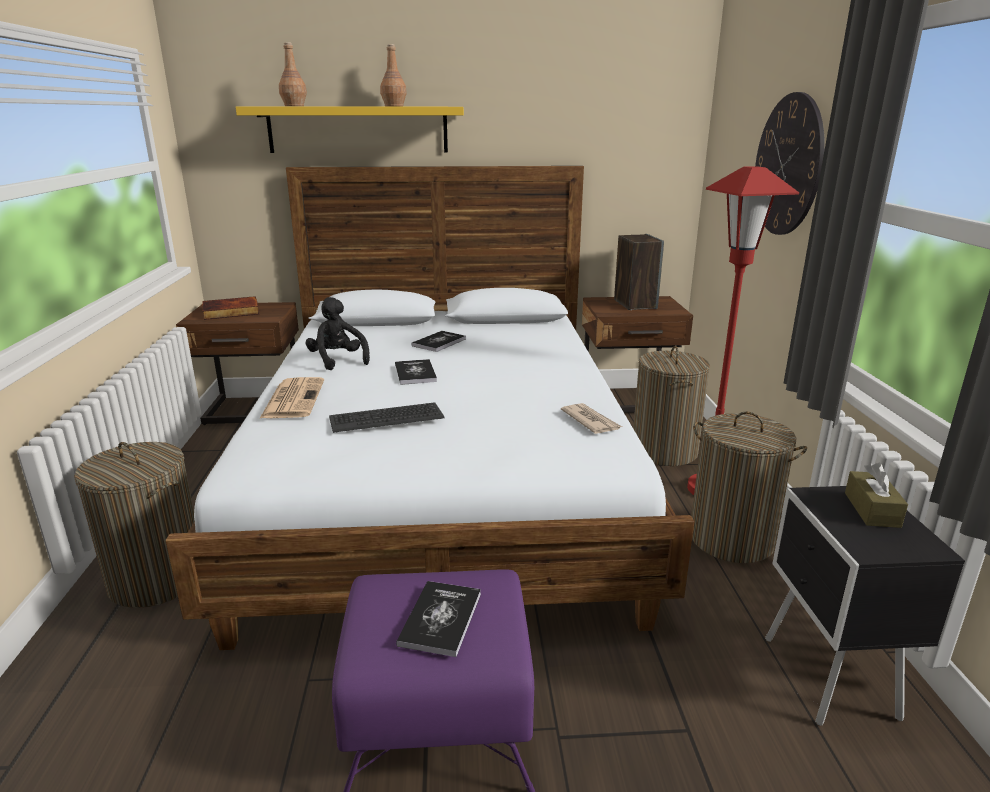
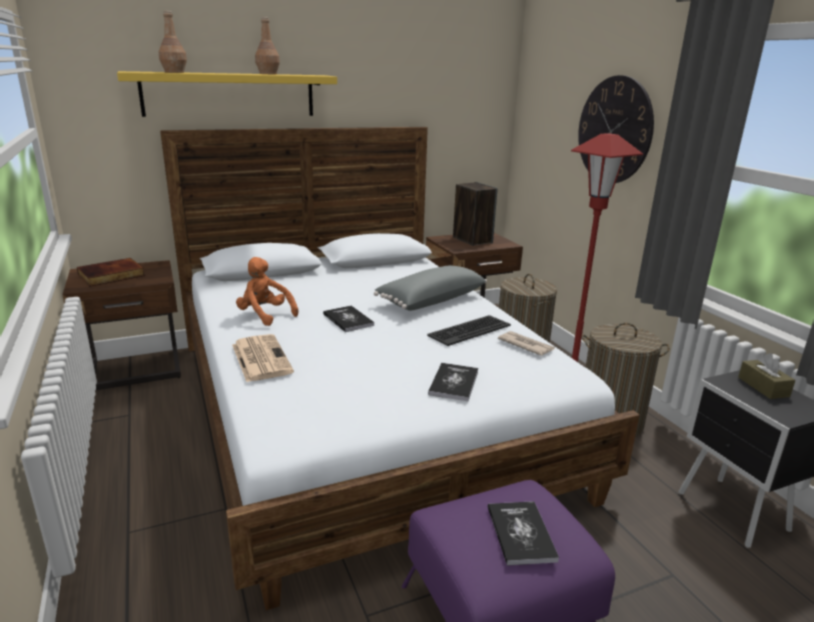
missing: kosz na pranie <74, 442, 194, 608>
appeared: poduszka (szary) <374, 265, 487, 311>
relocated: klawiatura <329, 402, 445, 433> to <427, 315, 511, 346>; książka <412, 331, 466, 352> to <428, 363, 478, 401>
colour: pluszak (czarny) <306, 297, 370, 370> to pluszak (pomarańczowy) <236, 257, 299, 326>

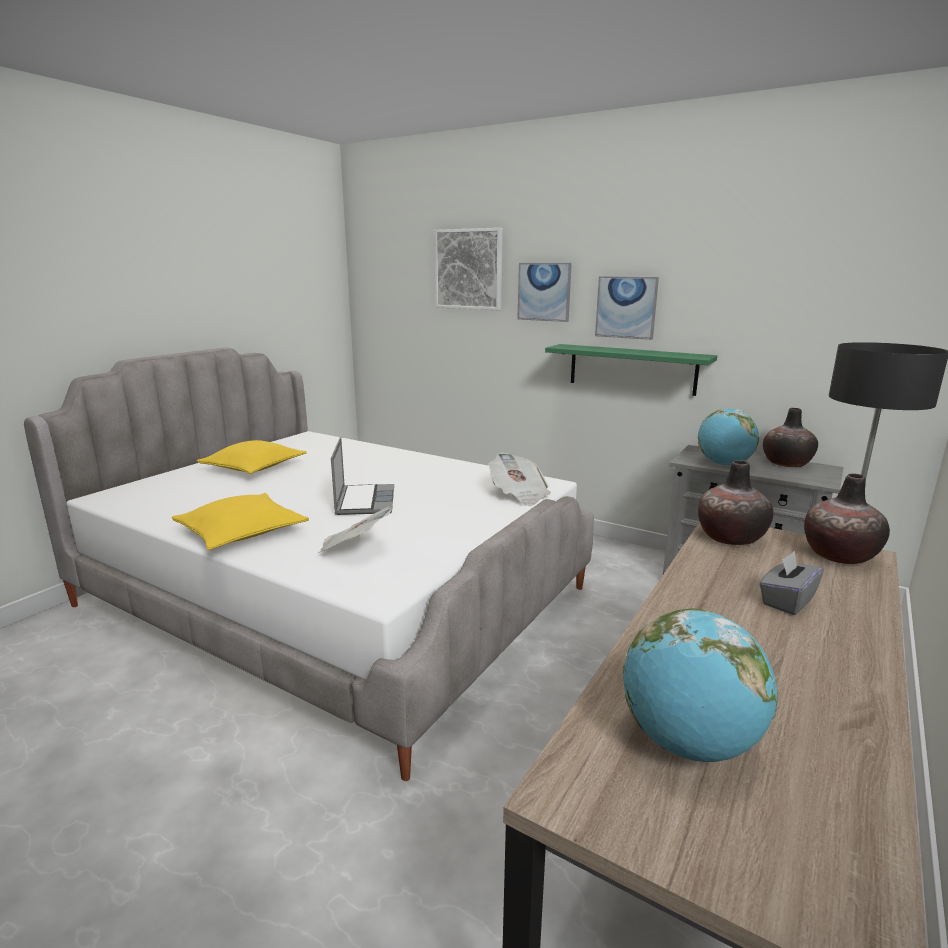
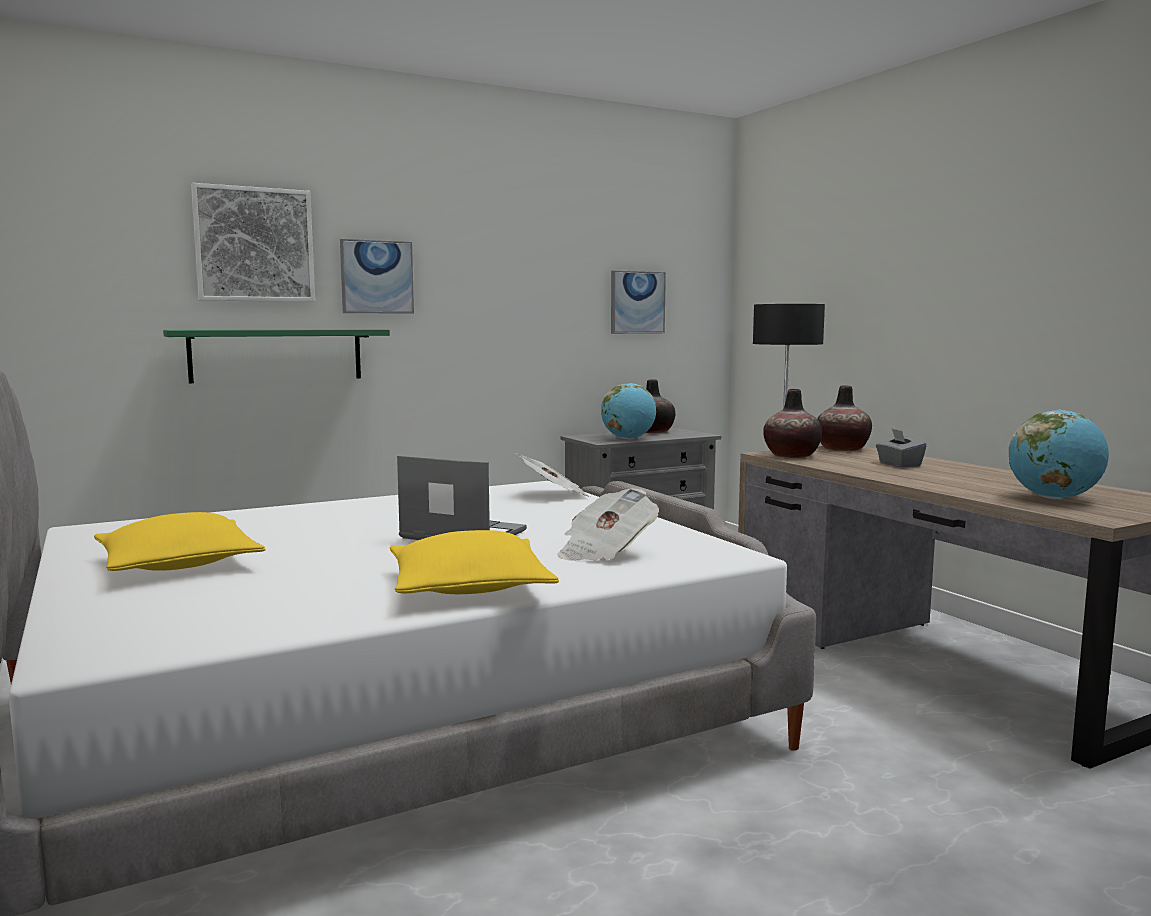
relocated: półka (zielony) <545, 344, 717, 396> to <163, 329, 390, 383>; obraz <595, 276, 659, 340> to <611, 271, 666, 334>

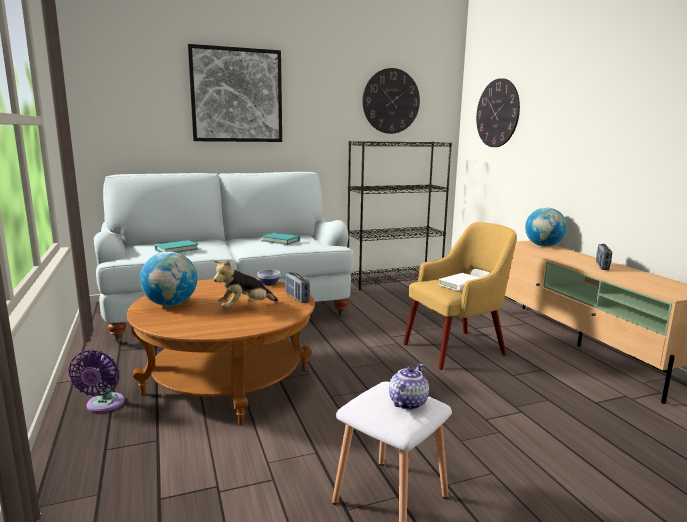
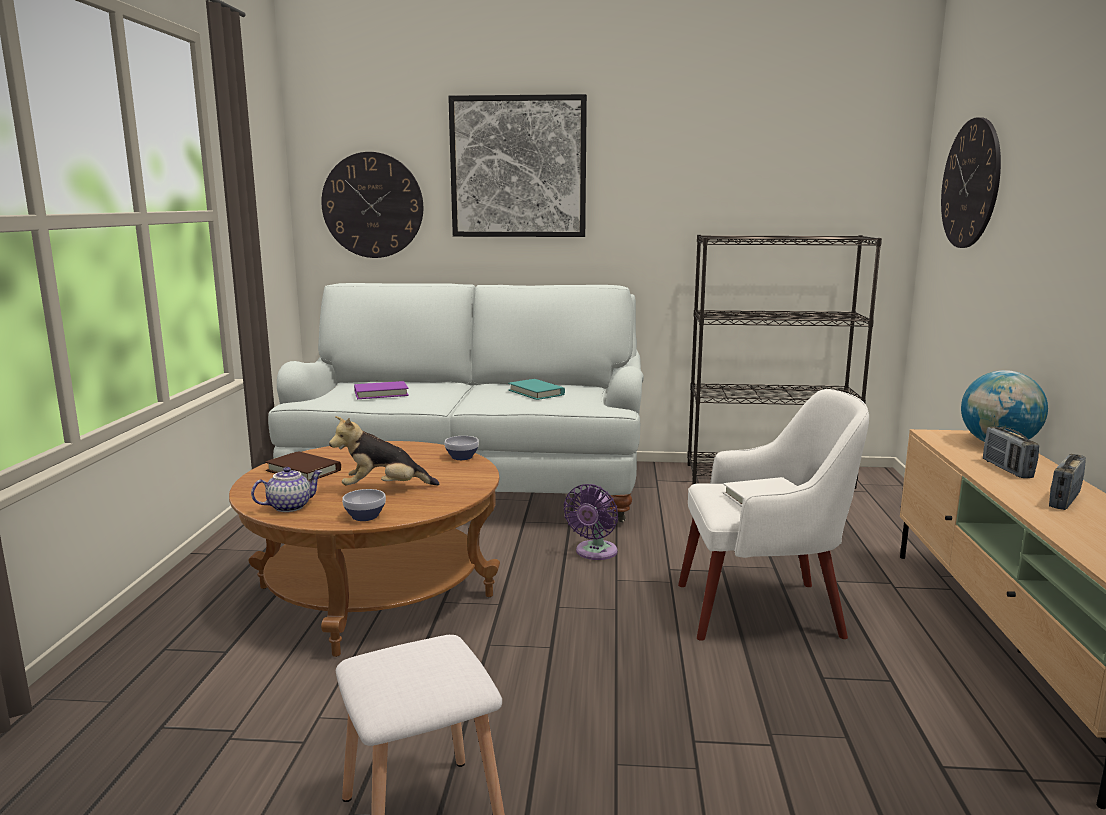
appeared: miska <342, 489, 386, 521>
relocated: wentylator (fioletowy) <68, 350, 125, 413> to <563, 484, 618, 560>; radio <285, 272, 310, 303> to <983, 427, 1039, 478>; zegar ścienny <362, 68, 420, 134> to <321, 152, 423, 258>; imbryk <389, 364, 429, 410> to <251, 467, 323, 512>
exchanged: globus <140, 252, 197, 306> to książka (brązowy) <265, 451, 341, 481>
colour: książka (turkusowy) <155, 240, 198, 253> to książka (fioletowy) <354, 381, 409, 399>; fotel (żółty) <403, 222, 517, 370> to fotel (biały) <678, 389, 869, 641>

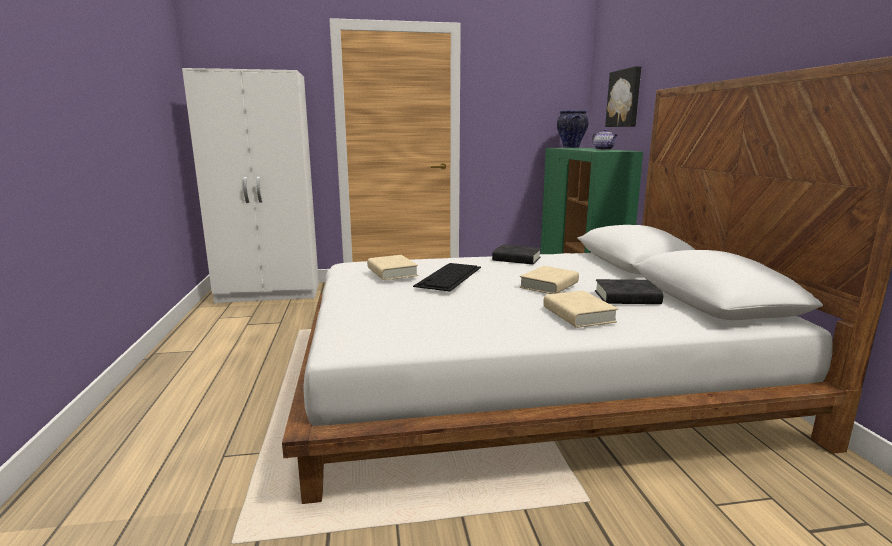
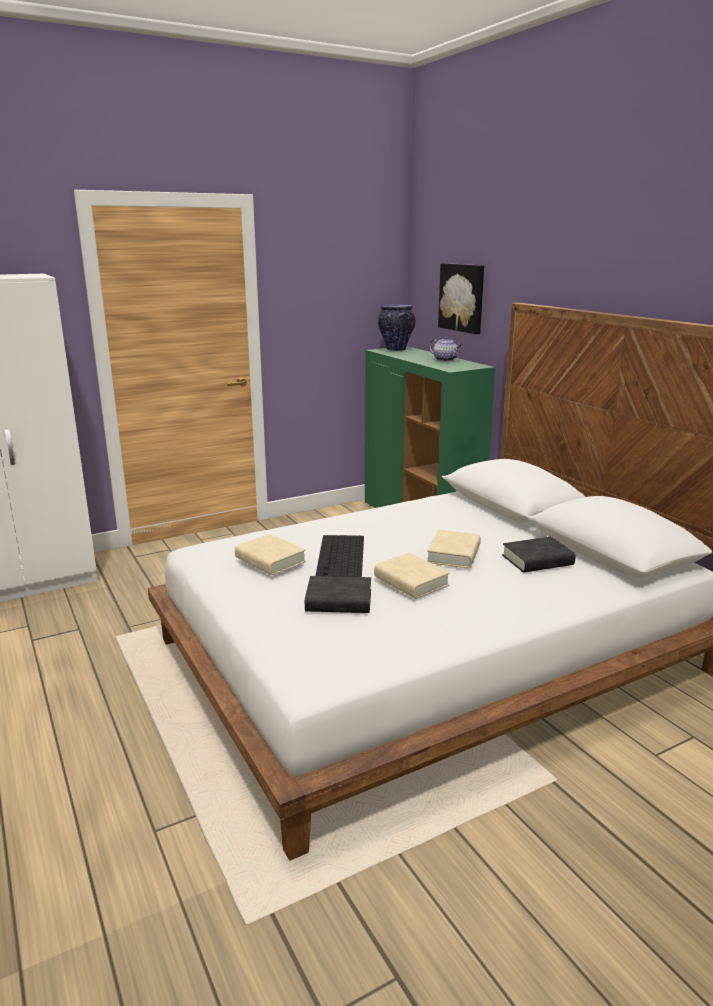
relocated: książka (czarny) <492, 245, 541, 264> to <305, 576, 371, 613>; książka (beżowy) <543, 291, 618, 328> to <374, 553, 450, 599>

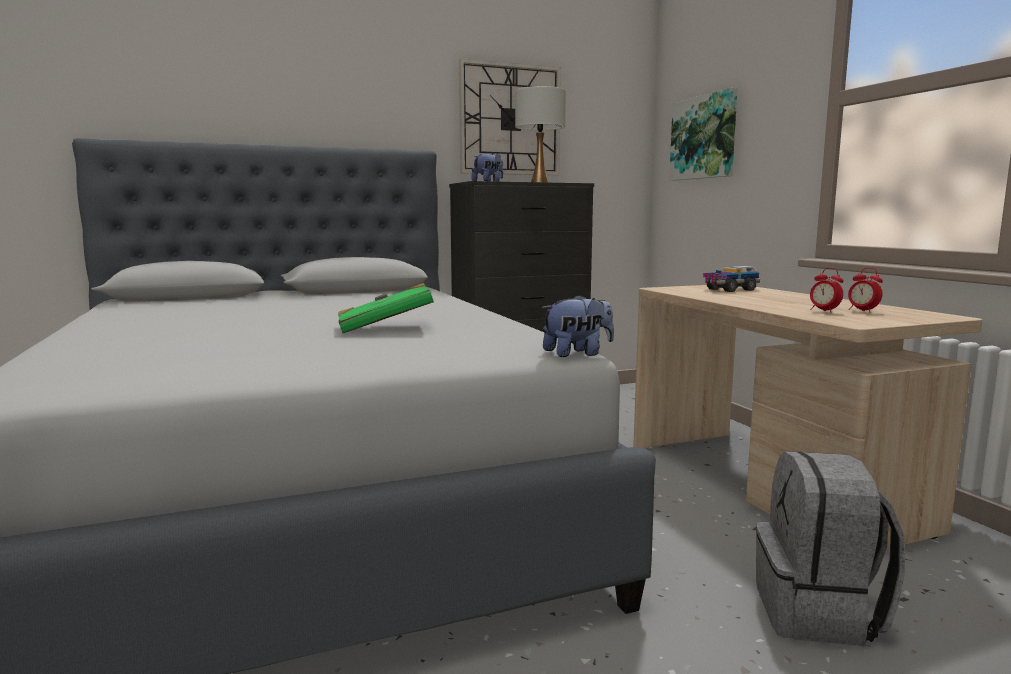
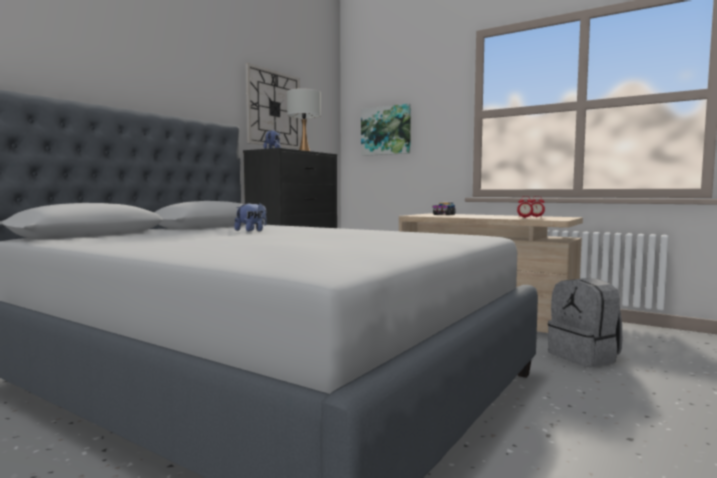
missing: książka (zielony) <338, 283, 434, 333>
relocated: pluszak <542, 294, 614, 357> to <234, 202, 267, 231>

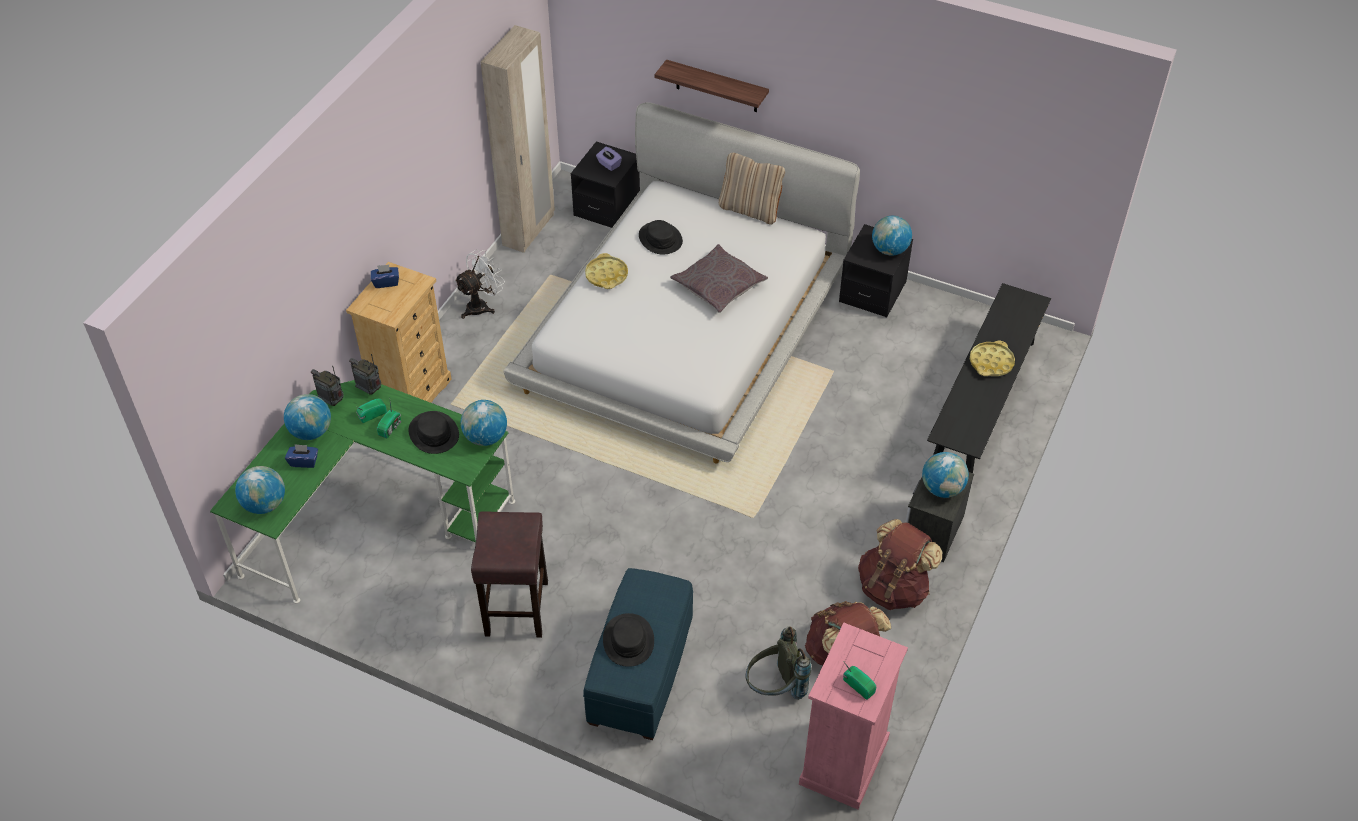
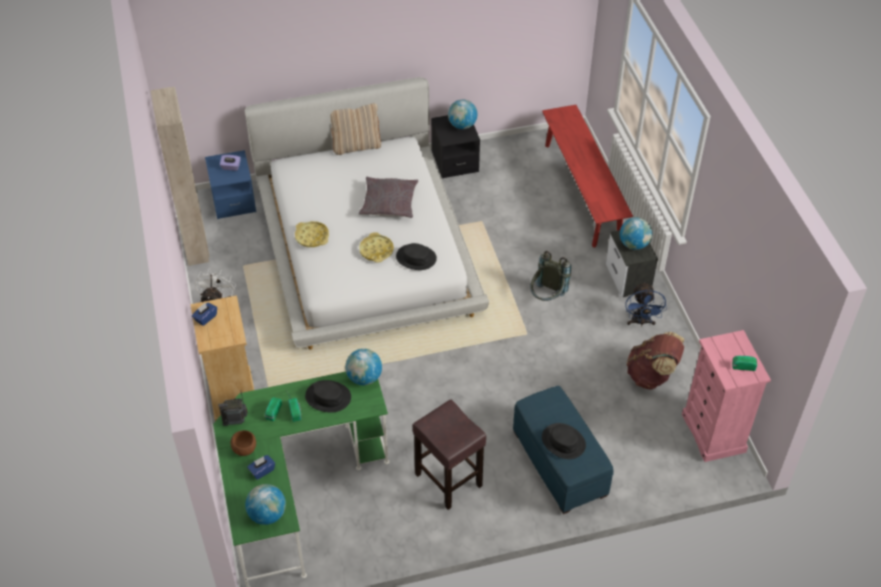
missing: radio <349, 354, 381, 394>; półka <654, 60, 769, 112>
relocated: kapelusz (czarny) <639, 220, 683, 254> to <396, 243, 437, 270>; plecak (szary) <745, 626, 811, 700> to <530, 251, 571, 301>; taca (żółty) <970, 341, 1015, 376> to <359, 232, 394, 263>
exchanged: globus <284, 394, 331, 440> to miska (brązowy) <230, 430, 256, 456>; plecak (brązowy) <858, 519, 942, 610> to wentylator (niebieski) <625, 281, 667, 327>
colour: szafka nocna (czarny) <571, 142, 640, 228> to szafka nocna (niebieski) <205, 150, 256, 219>; ławka (czarny) <927, 283, 1051, 473> to ławka (czerwony) <542, 105, 633, 248>

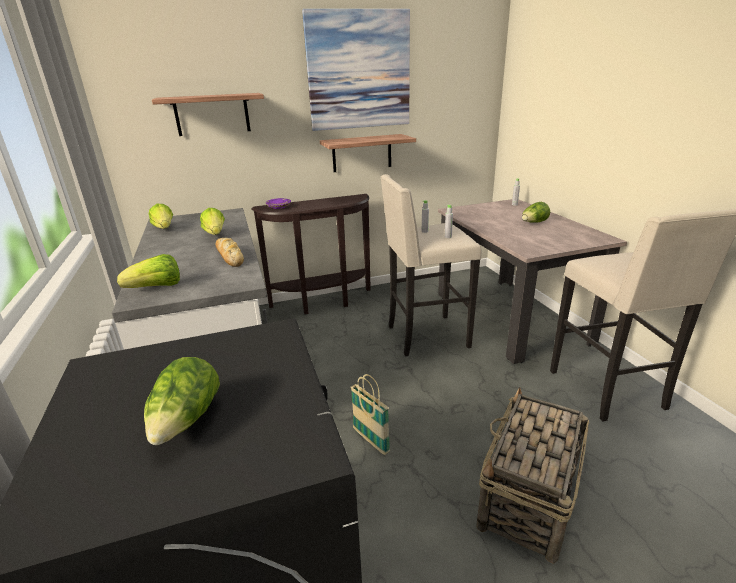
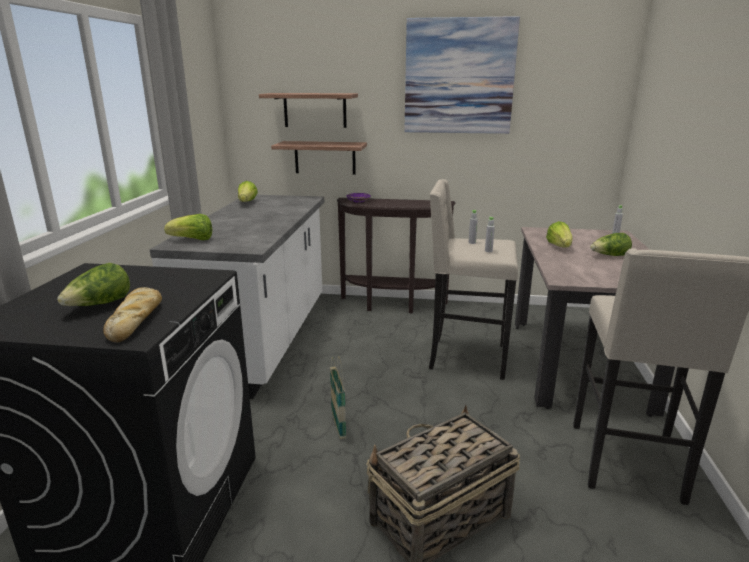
relocated: sałata <200, 208, 225, 235> to <546, 221, 573, 248>; chleb <215, 238, 244, 267> to <103, 287, 162, 342>; półka <320, 134, 416, 172> to <271, 141, 367, 175>

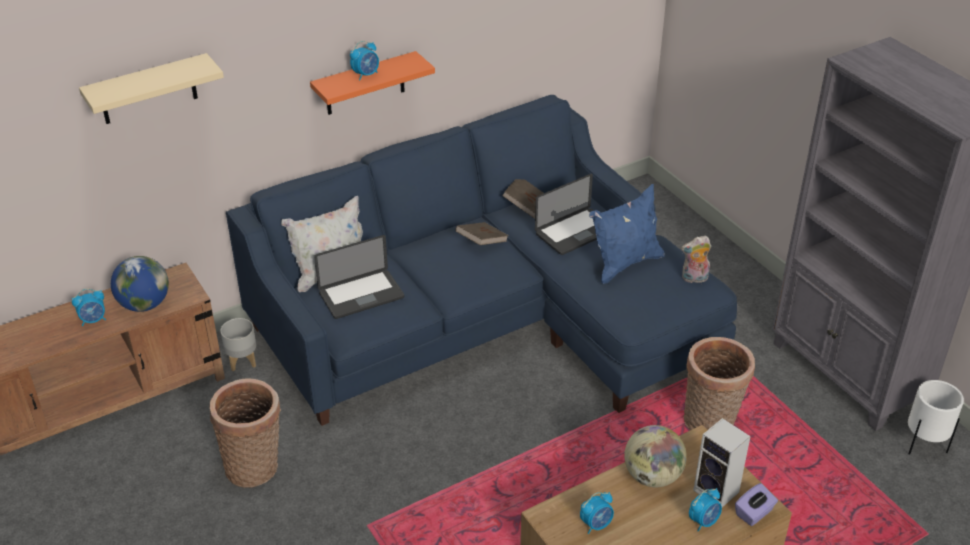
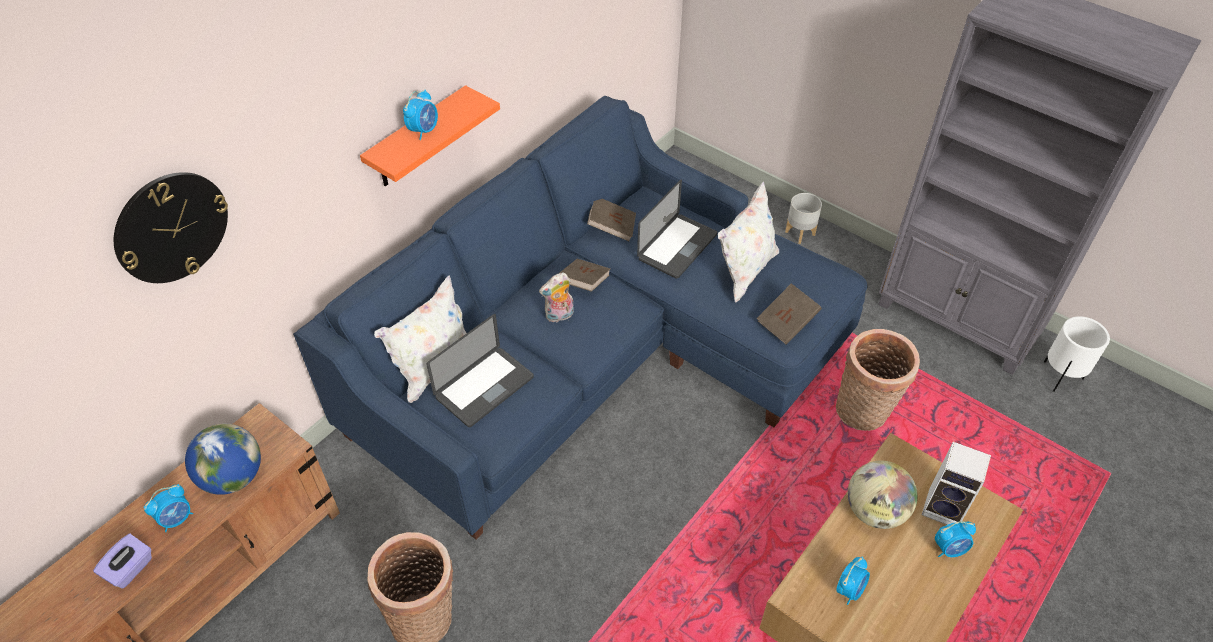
appeared: książka (brązowy) <757, 283, 822, 345>
relocated: donica (szary) <220, 318, 256, 372> to <785, 193, 822, 244>; pluszak <681, 236, 711, 283> to <539, 272, 574, 323>; pudełko chusteczek (fioletowy) <735, 483, 778, 526> to <93, 534, 152, 588>
exchanged: półka (beżowy) <79, 53, 224, 124> to zegar ścienny <114, 172, 228, 283>
colour: poduszka (niebieski) <589, 184, 665, 284> to poduszka (biały) <718, 182, 779, 302>
spun: budzik <689, 488, 722, 531> = <935, 521, 976, 557> 45 degrees clockwise

